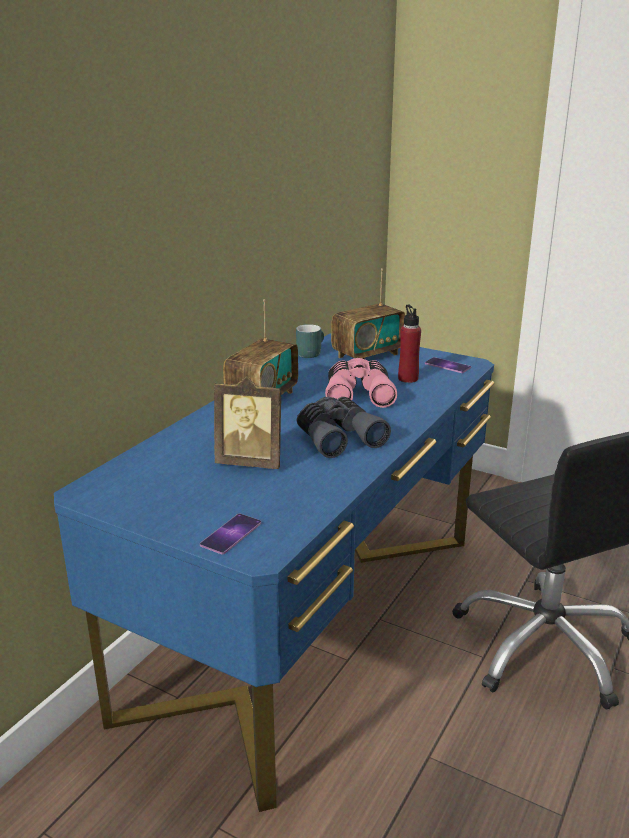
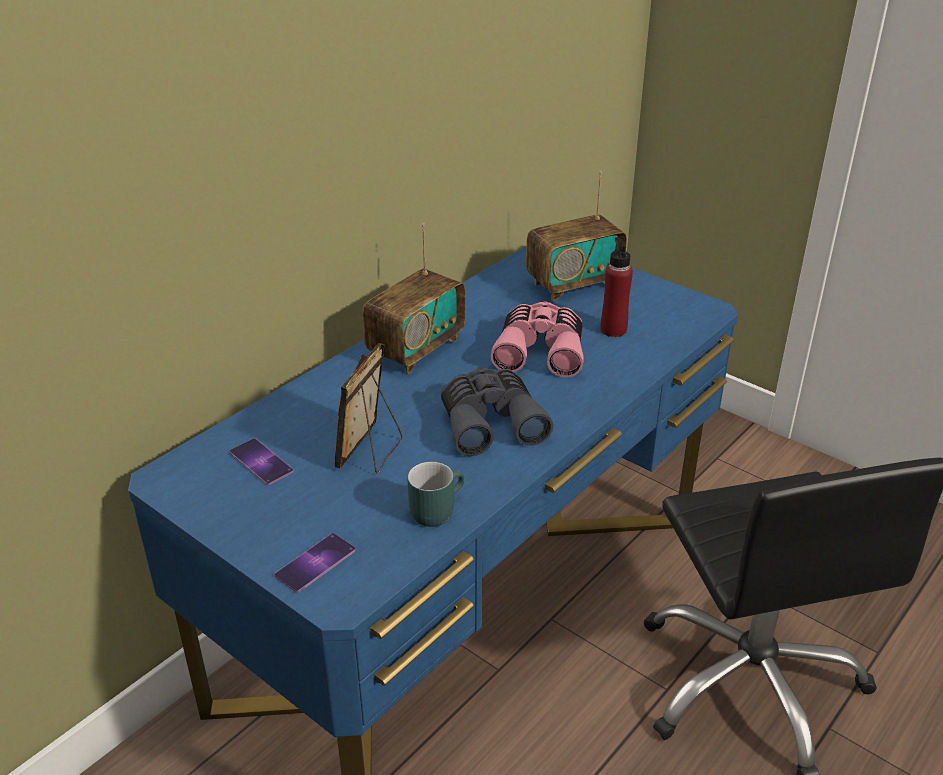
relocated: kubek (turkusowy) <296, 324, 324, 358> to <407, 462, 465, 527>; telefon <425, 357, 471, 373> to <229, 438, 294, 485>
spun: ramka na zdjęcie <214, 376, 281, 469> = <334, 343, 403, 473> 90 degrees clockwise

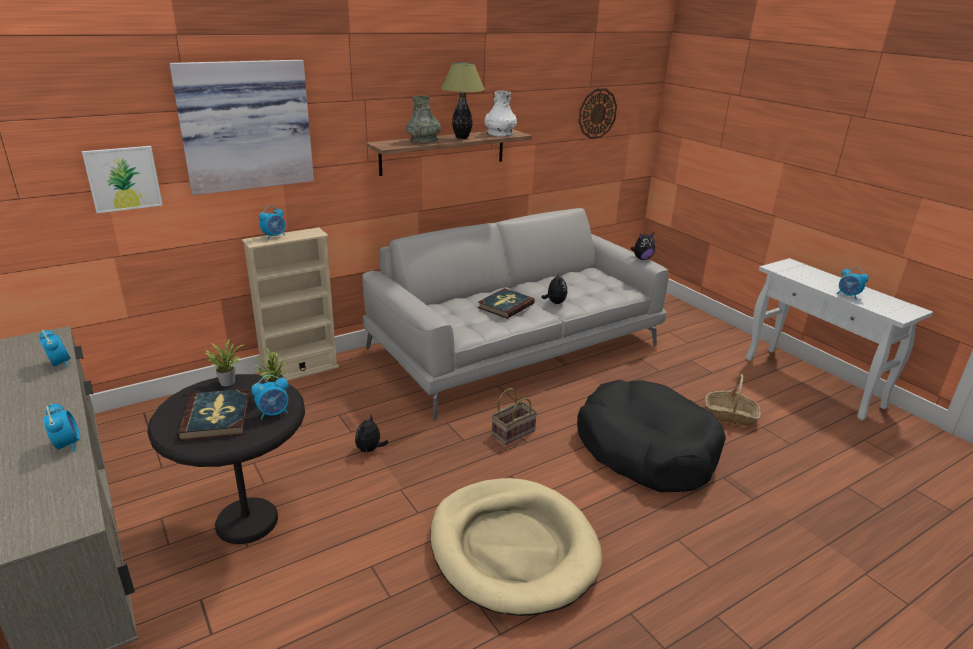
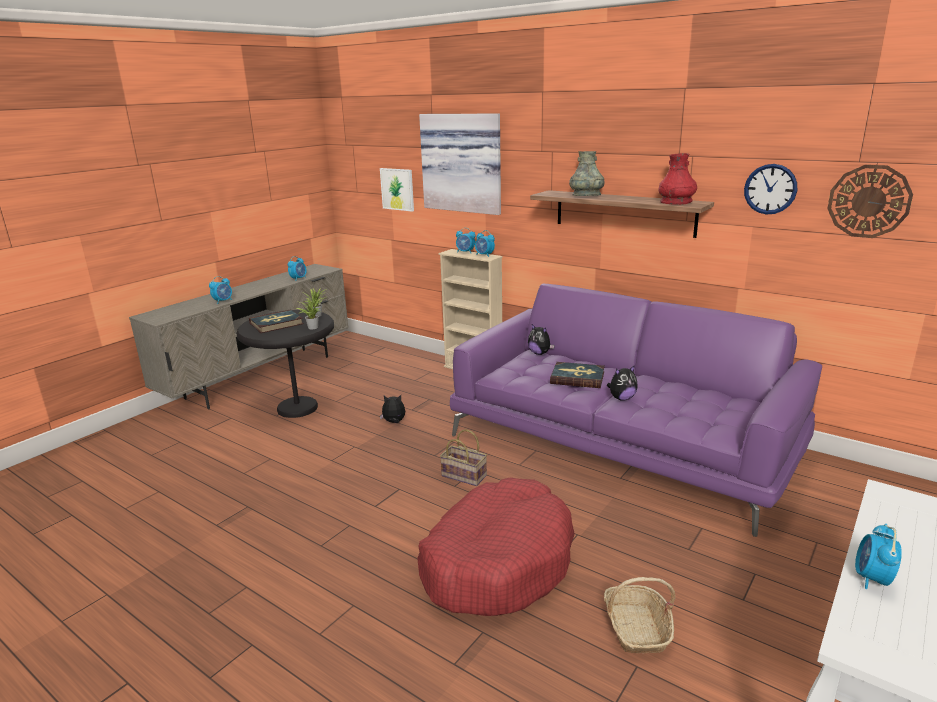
missing: legowisko (beżowy) <430, 478, 602, 616>; lampa stołowa <441, 62, 485, 139>
appeared: zegar ścienny <744, 164, 797, 215>
relocated: budzik <251, 375, 289, 420> to <475, 230, 495, 257>; pluszak <631, 233, 655, 260> to <528, 324, 555, 355>
colour: kanapa (szary) <362, 208, 668, 421> to kanapa (fioletowy) <450, 284, 822, 537>; wazon (biały) <484, 91, 517, 136> to wazon (czerwony) <658, 153, 697, 205>; legowisko (czarny) <577, 380, 726, 492> to legowisko (czerwony) <417, 477, 575, 616>

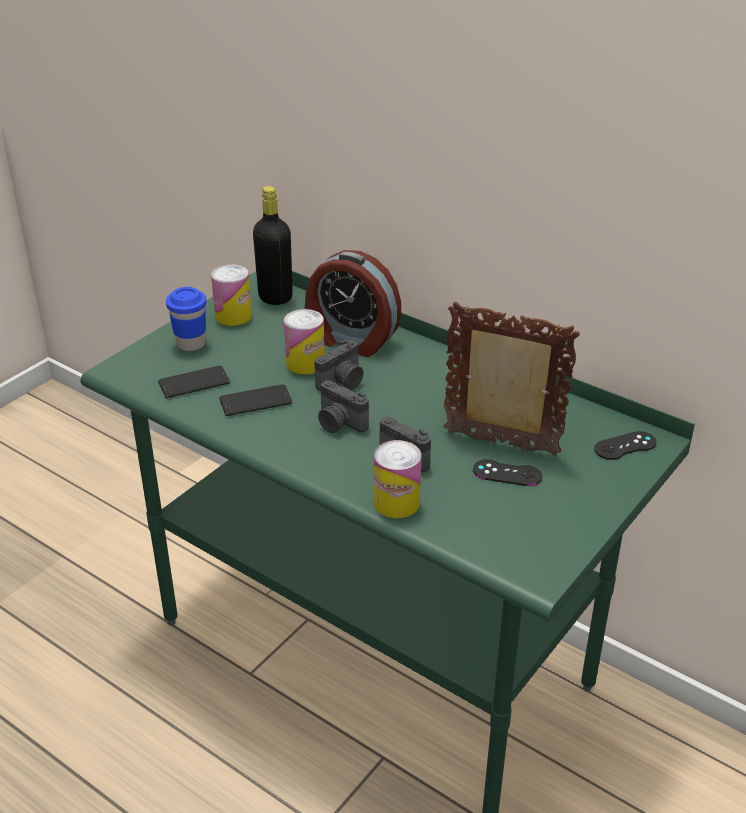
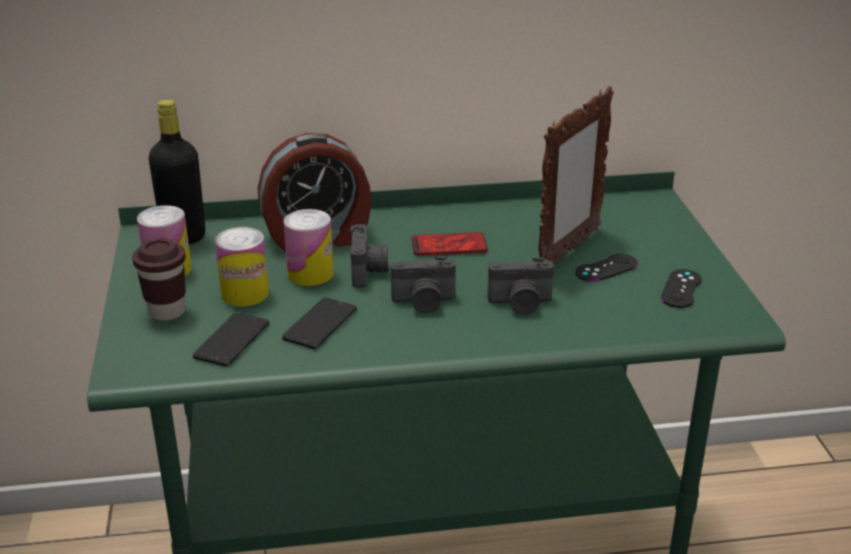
appeared: telefon <412, 232, 488, 256>
relocated: puszka <374, 440, 421, 518> to <215, 227, 269, 306>; pad do gier (czarny) <594, 431, 657, 460> to <661, 269, 702, 308>
colour: filiżanka (niebieski) <166, 287, 207, 351> to filiżanka (brązowy) <132, 238, 186, 321>
spun: ramka na zdjęcie <443, 302, 580, 456> = <538, 86, 614, 265> 150 degrees clockwise

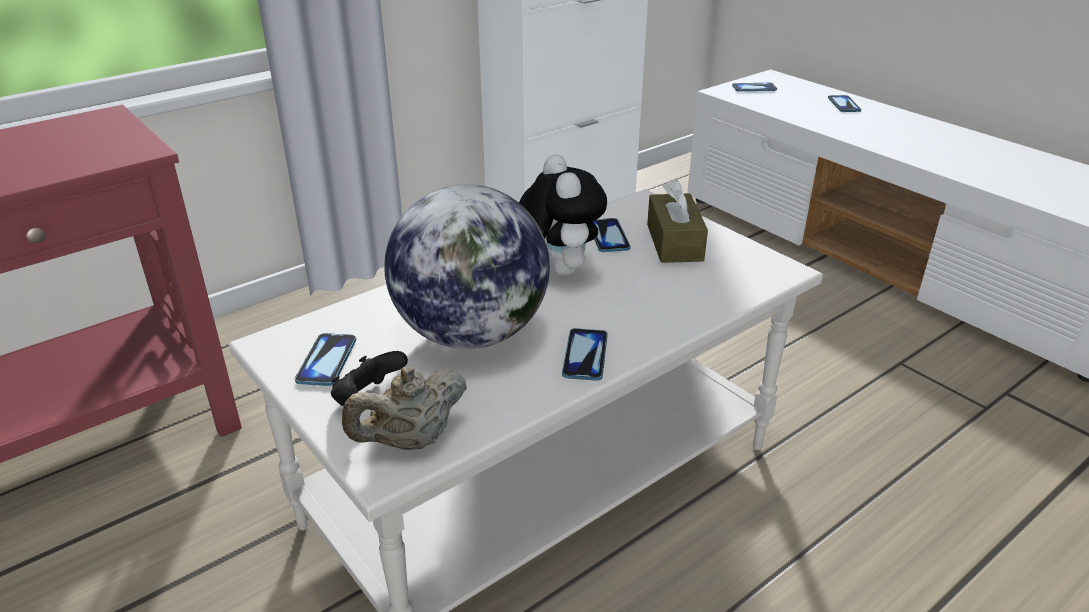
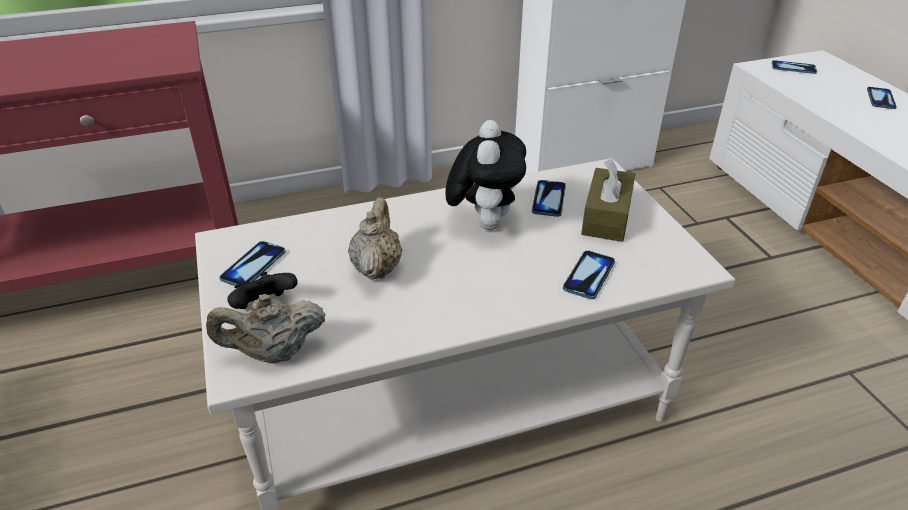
relocated: telefon <562, 328, 608, 381> to <563, 250, 615, 299>
exchanged: globus <384, 184, 550, 349> to imbryk (beżowy) <348, 197, 402, 280>

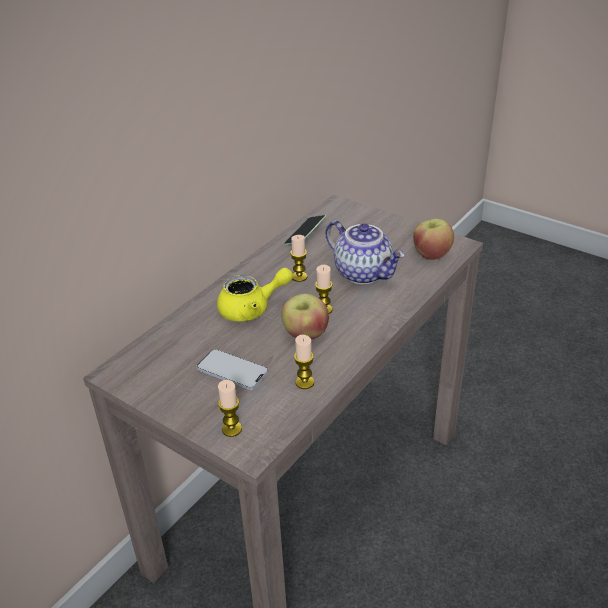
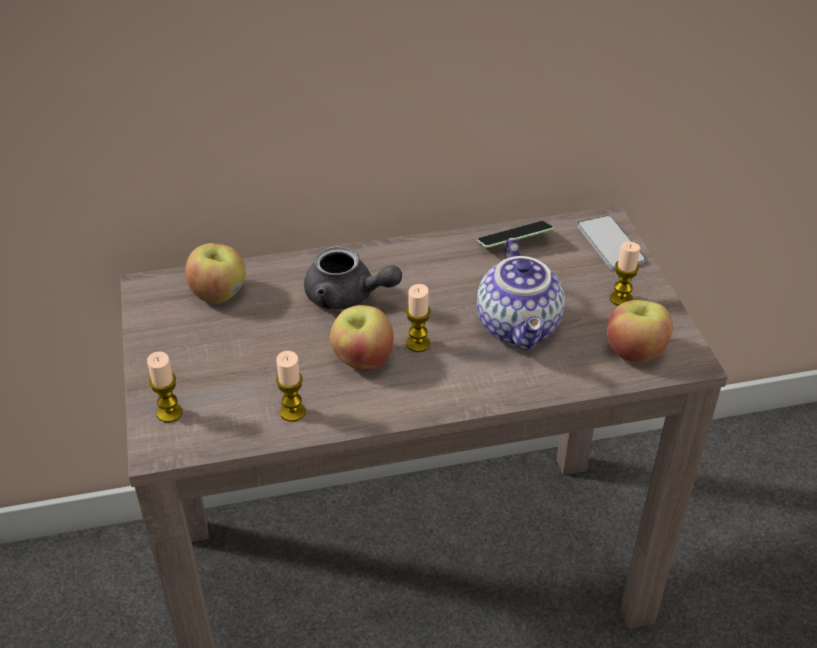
appeared: jabłko <185, 243, 245, 304>
relocated: telefon <196, 349, 268, 390> to <578, 215, 645, 270>; świeca <290, 235, 307, 282> to <610, 242, 640, 306>
colour: imbryk (żółty) <217, 268, 293, 322> to imbryk (szary) <304, 246, 402, 309>

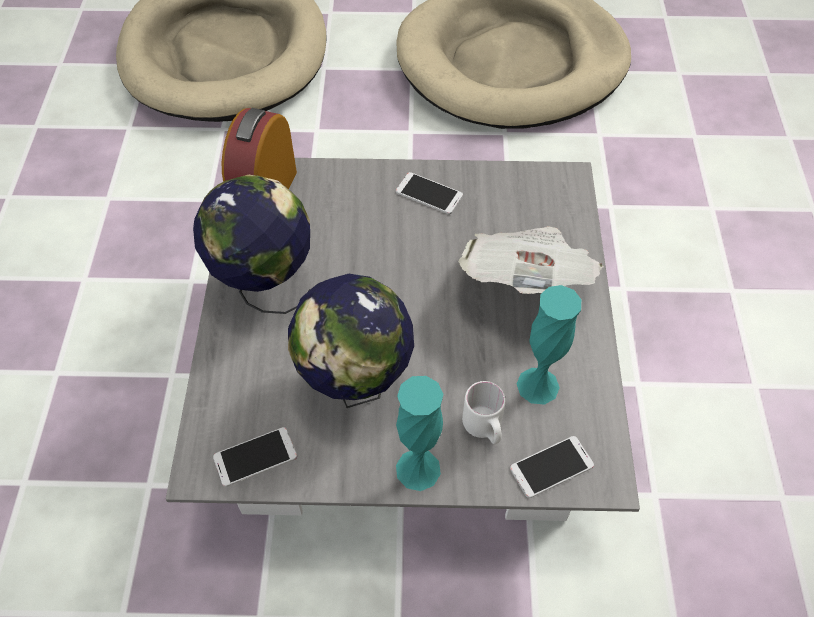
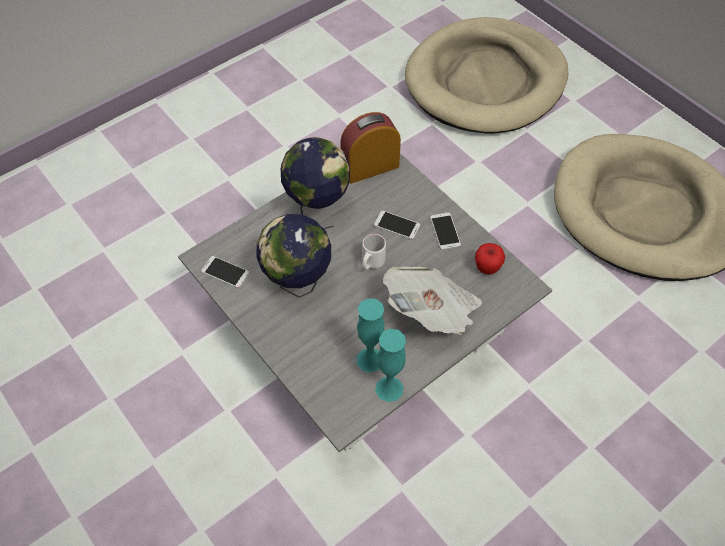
appeared: jabłko <475, 243, 505, 275>
relocated: wazon (turkusowy) <396, 376, 444, 491> to <375, 329, 406, 402>; kubek (biały) <462, 381, 506, 444> to <362, 234, 386, 270>; telefon <510, 436, 594, 498> to <374, 211, 420, 239>

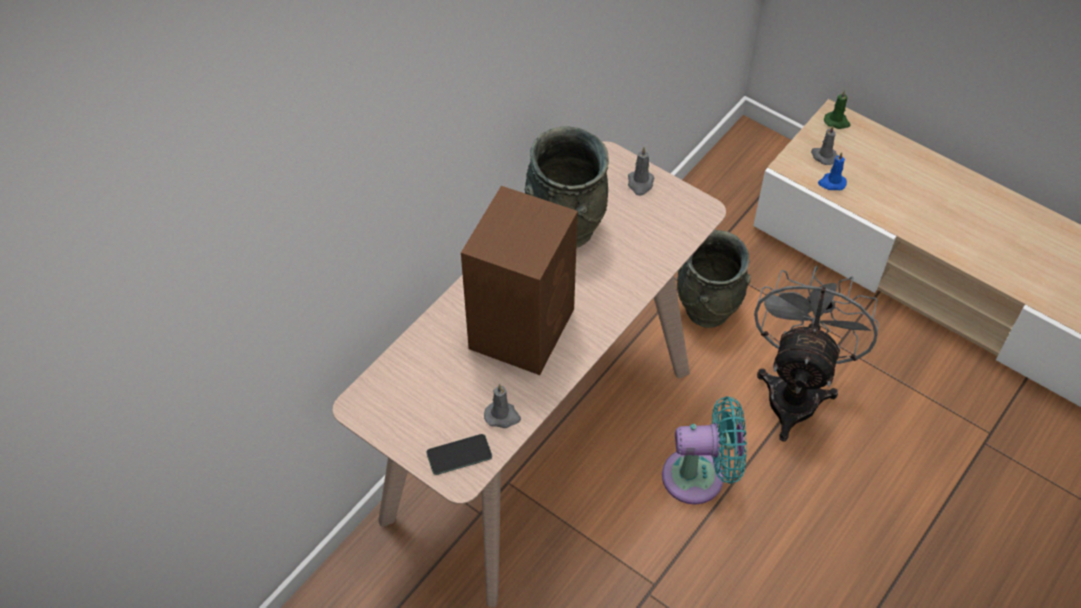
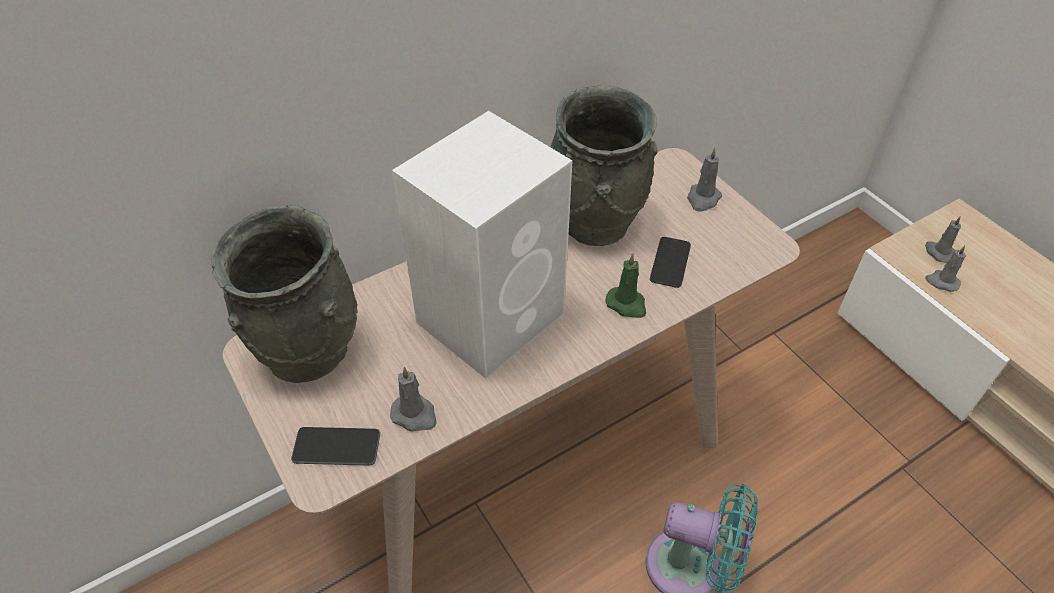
missing: wentylator (szary) <754, 266, 879, 441>
appeared: telefon <650, 237, 691, 288>
relocated: wazon (szary) <677, 230, 751, 328> to <211, 205, 357, 383>; świeca (zielony) <824, 90, 851, 129> to <606, 253, 646, 318>
colour: głośnik (brązowy) <461, 186, 578, 375> to głośnik (biały) <392, 111, 573, 379>; świeca (niebieski) <818, 152, 847, 190> to świeca (szary) <925, 245, 966, 292>

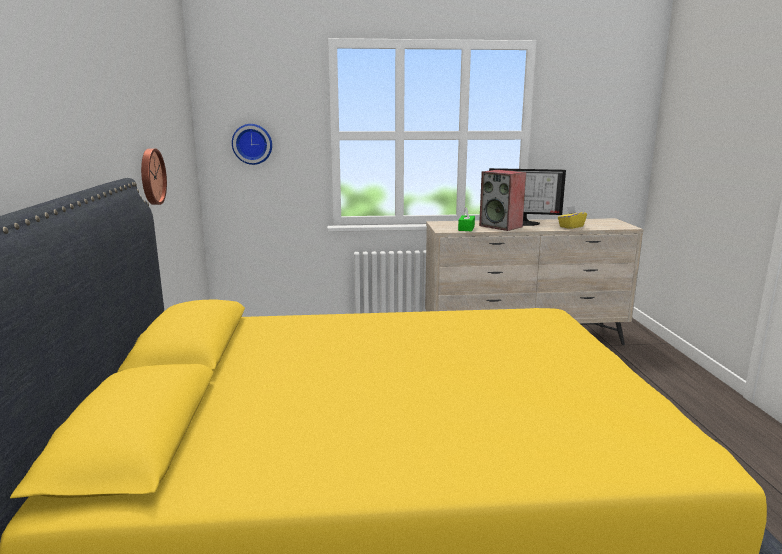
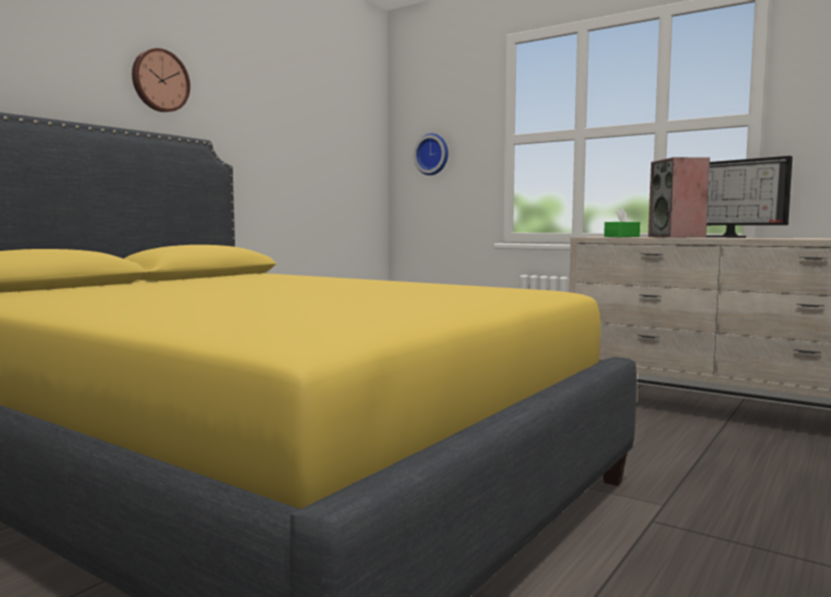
missing: pudełko chusteczek (żółty) <558, 206, 587, 229>
relocated: zegar ścienny <141, 148, 167, 205> to <132, 48, 190, 112>

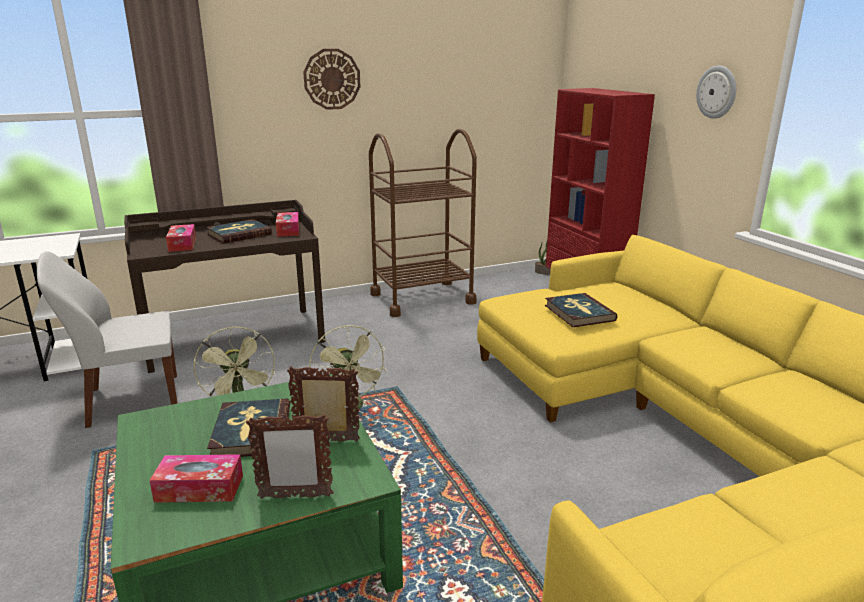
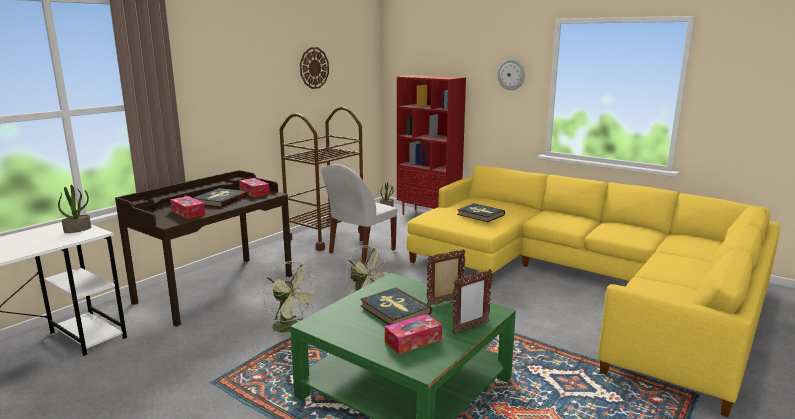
appeared: roślina doniczkowa <58, 185, 91, 233>
relocated: krzesło (biały) <37, 251, 178, 428> to <322, 164, 397, 264>; zegar ścienny <303, 49, 360, 110> to <300, 47, 329, 89>

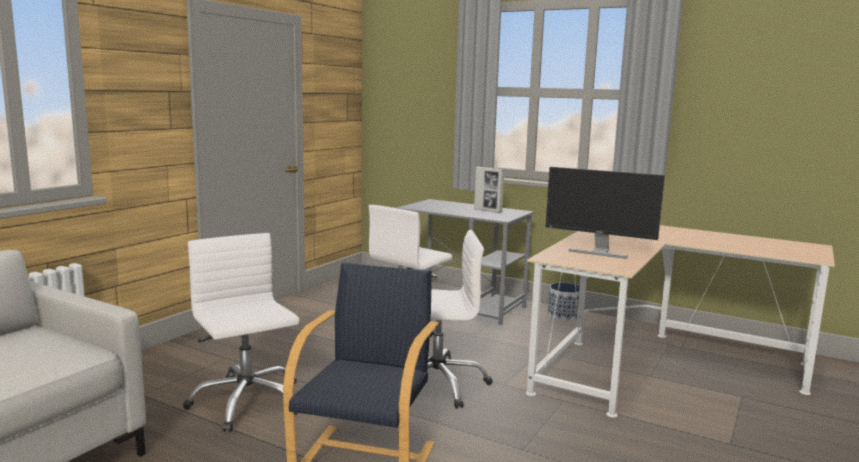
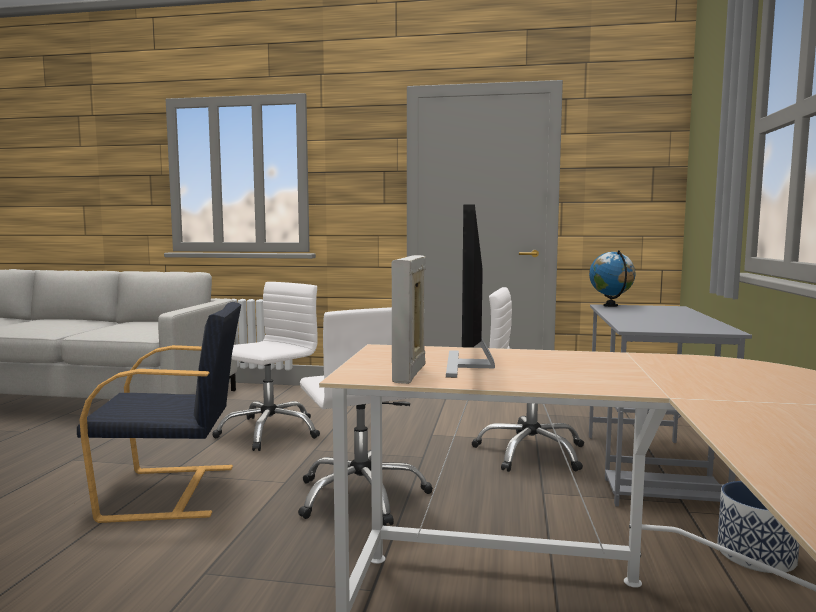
appeared: globus <589, 250, 635, 307>
relocated: ramka na zdjęcie <474, 167, 505, 213> to <392, 255, 426, 384>

